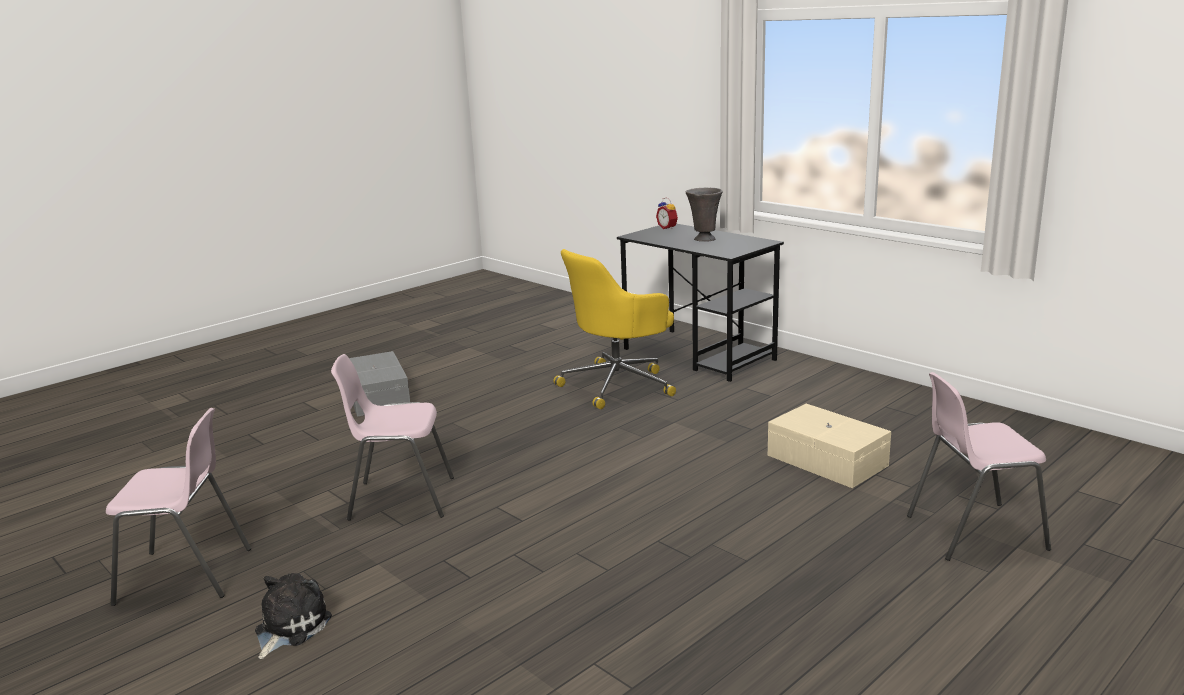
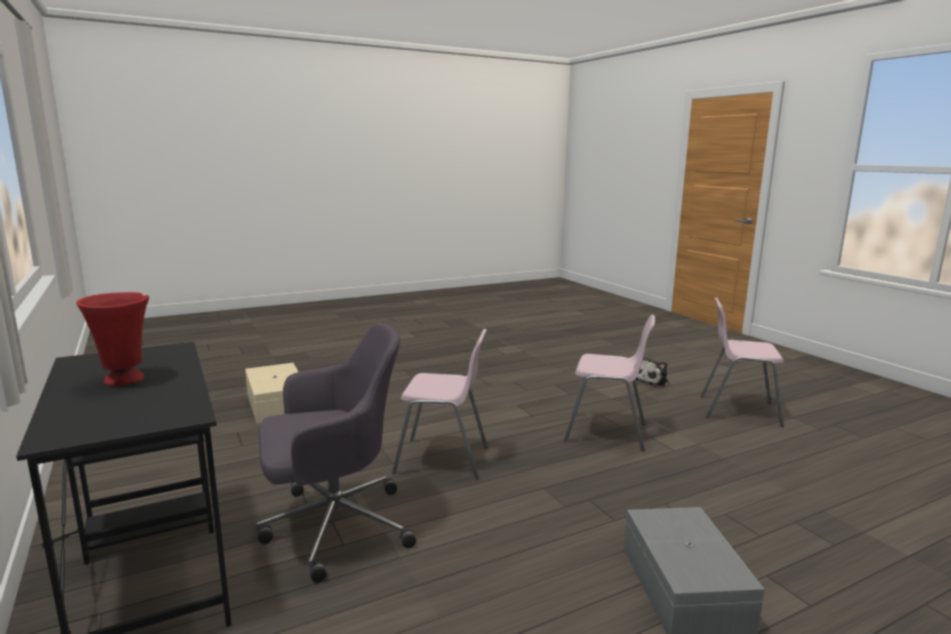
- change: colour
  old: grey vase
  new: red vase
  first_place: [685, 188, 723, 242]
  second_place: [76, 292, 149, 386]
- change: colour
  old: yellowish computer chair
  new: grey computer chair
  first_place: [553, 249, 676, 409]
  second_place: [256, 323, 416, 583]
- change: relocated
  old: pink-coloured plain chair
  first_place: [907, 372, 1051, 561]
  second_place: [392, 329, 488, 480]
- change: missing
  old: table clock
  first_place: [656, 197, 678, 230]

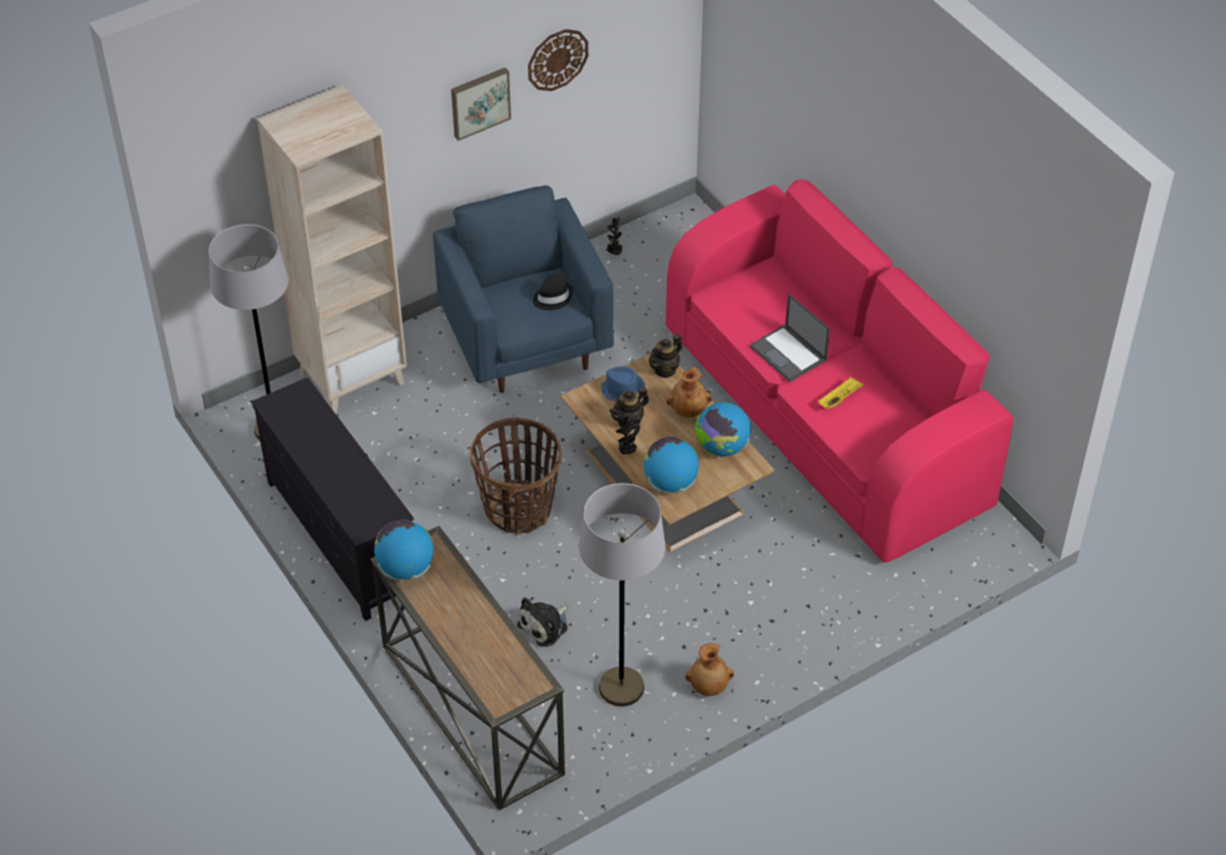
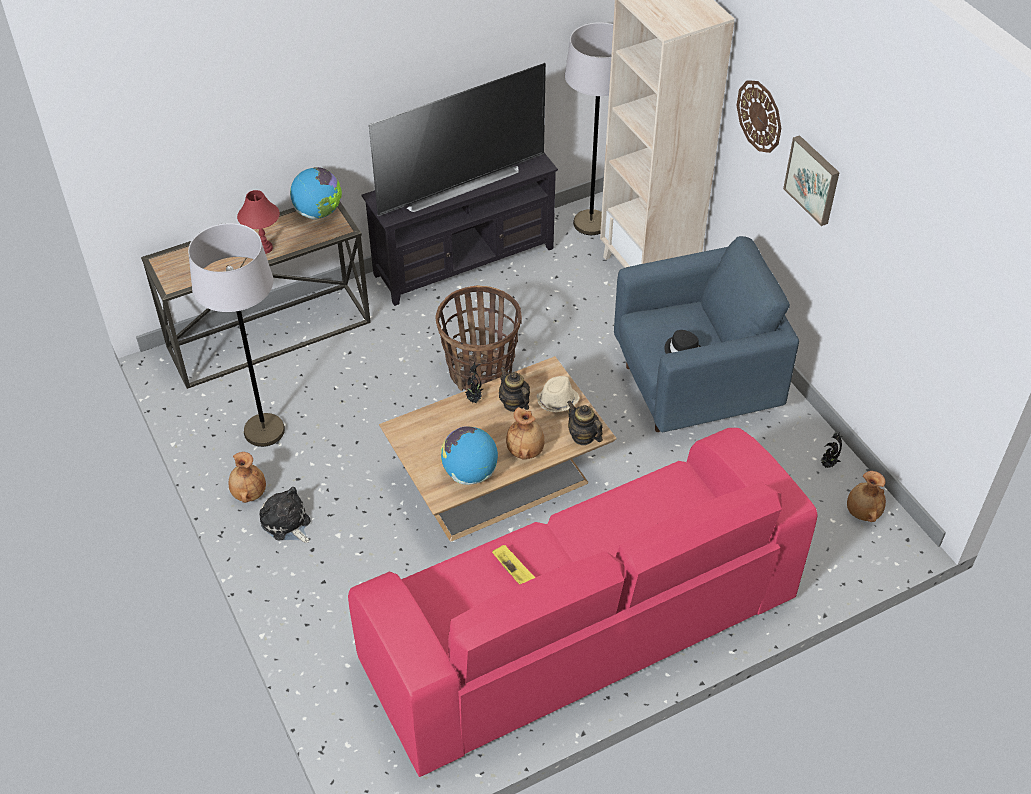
- change: appeared
  new: red tabletop lamp
  second_place: [237, 190, 280, 254]
- change: relocated
  old: cuddly toy
  first_place: [517, 597, 568, 647]
  second_place: [260, 487, 310, 543]
- change: appeared
  new: television
  second_place: [369, 63, 546, 216]
- change: colour
  old: blue clothing hat
  new: sand-coloured clothing hat
  first_place: [602, 366, 645, 401]
  second_place: [536, 376, 580, 412]
- change: relocated
  old: wall clock
  first_place: [528, 29, 588, 91]
  second_place: [737, 80, 781, 153]
- change: appeared
  new: brownish vase
  second_place: [847, 471, 886, 522]
- change: missing
  old: globe
  first_place: [644, 437, 699, 494]
- change: missing
  old: laptop
  first_place: [750, 294, 830, 382]

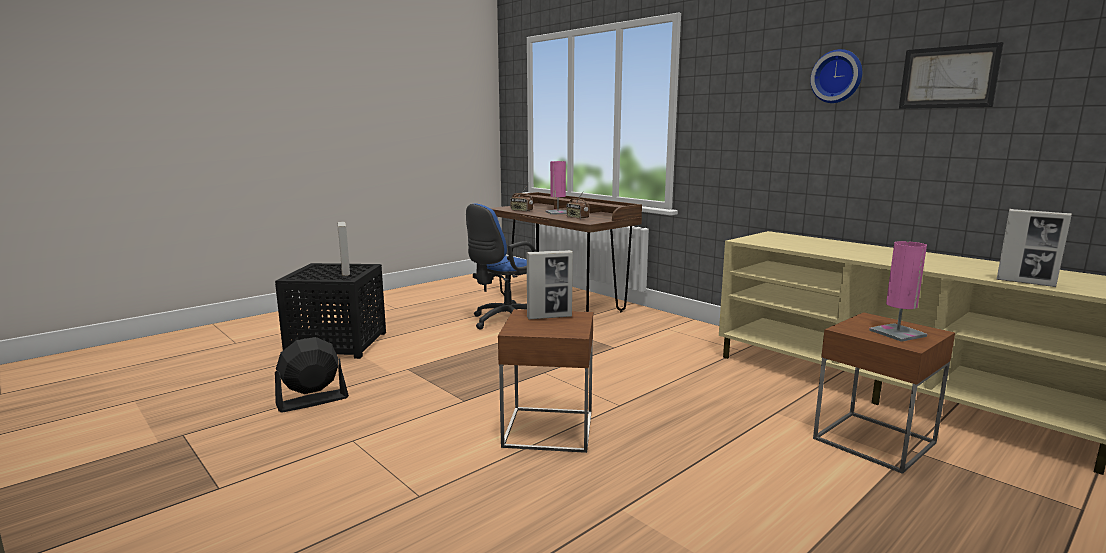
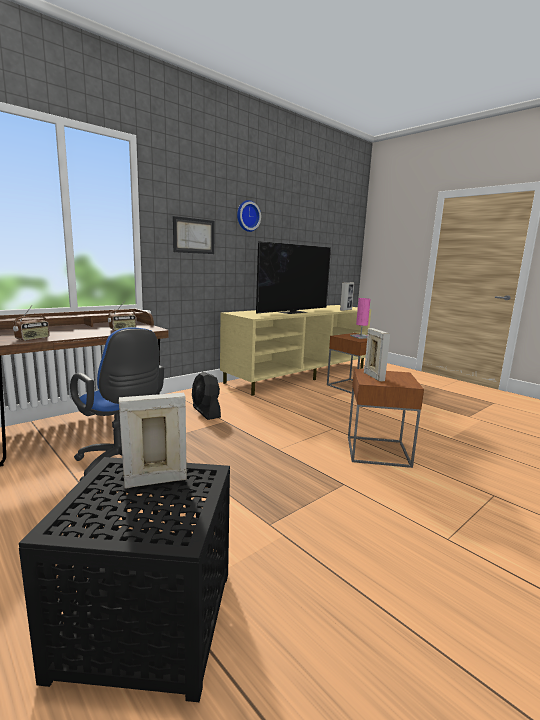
- change: relocated
  old: picture
  first_place: [899, 42, 1003, 109]
  second_place: [173, 216, 214, 254]
- change: relocated
  old: black cooling fan
  first_place: [275, 337, 349, 413]
  second_place: [192, 372, 221, 420]
- change: appeared
  new: television
  second_place: [256, 241, 331, 314]
- change: missing
  old: pink-coloured tabletop lamp
  first_place: [545, 161, 567, 215]

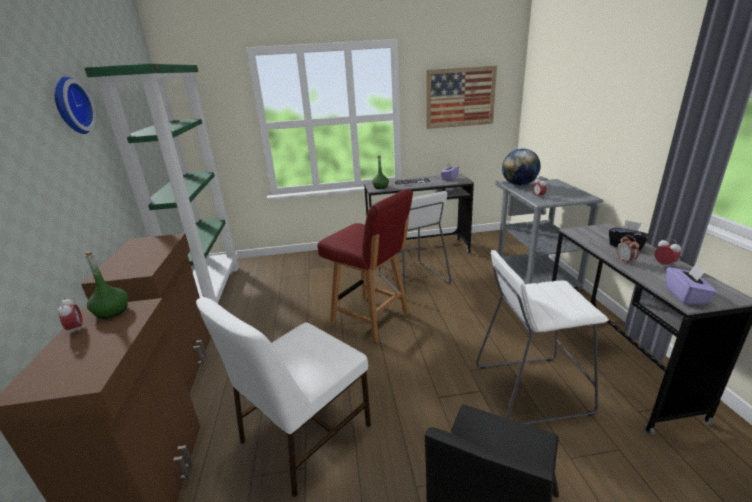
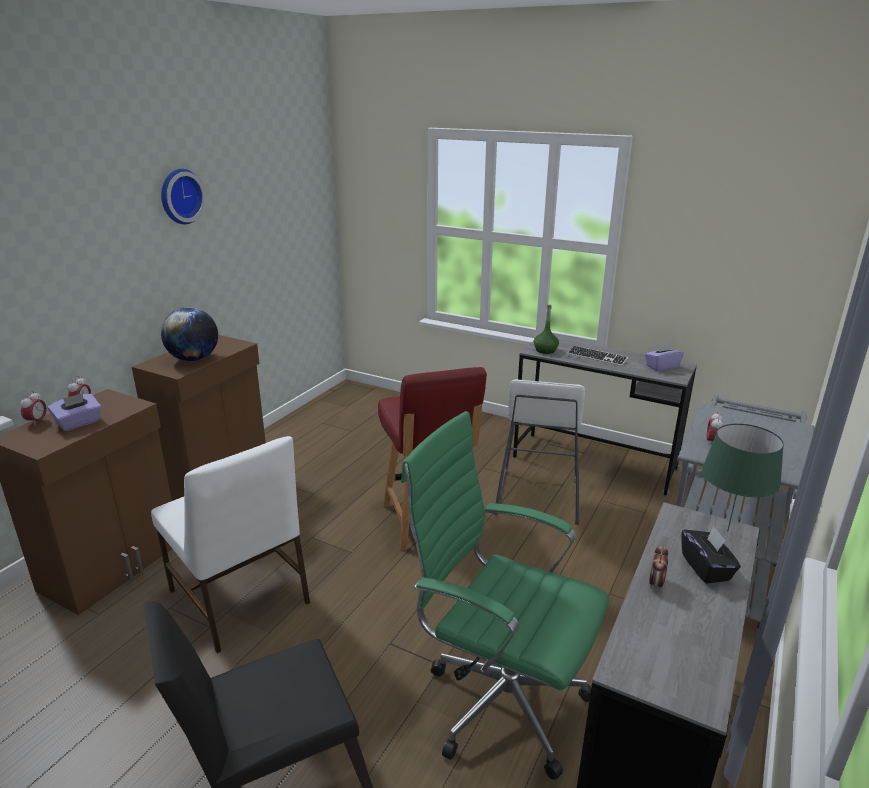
- change: relocated
  old: table clock
  first_place: [654, 238, 681, 267]
  second_place: [20, 391, 47, 426]
- change: relocated
  old: purple-coloured tissue box
  first_place: [666, 264, 717, 305]
  second_place: [47, 393, 101, 431]
- change: spun
  old: white plain chair
  first_place: [196, 297, 371, 498]
  second_place: [151, 436, 310, 653]
  degrees: -120
- change: relocated
  old: globe
  first_place: [502, 149, 541, 186]
  second_place: [161, 307, 218, 361]
- change: exchanged
  old: white sitting stool
  new: green-coloured computer chair
  first_place: [476, 250, 609, 424]
  second_place: [401, 411, 609, 780]
- change: appeared
  new: green-coloured tabletop lamp
  second_place: [702, 423, 784, 531]
- change: missing
  old: green-coloured bookcase
  first_place: [85, 64, 239, 304]
- change: missing
  old: green-coloured bottle
  first_place: [85, 252, 128, 319]
- change: missing
  old: picture
  first_place: [426, 65, 497, 129]

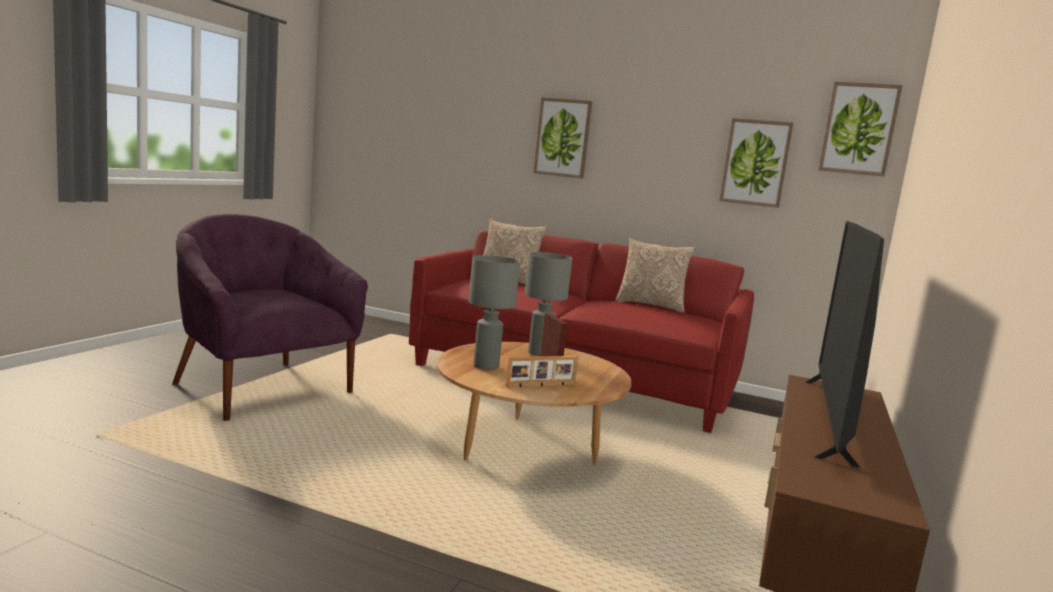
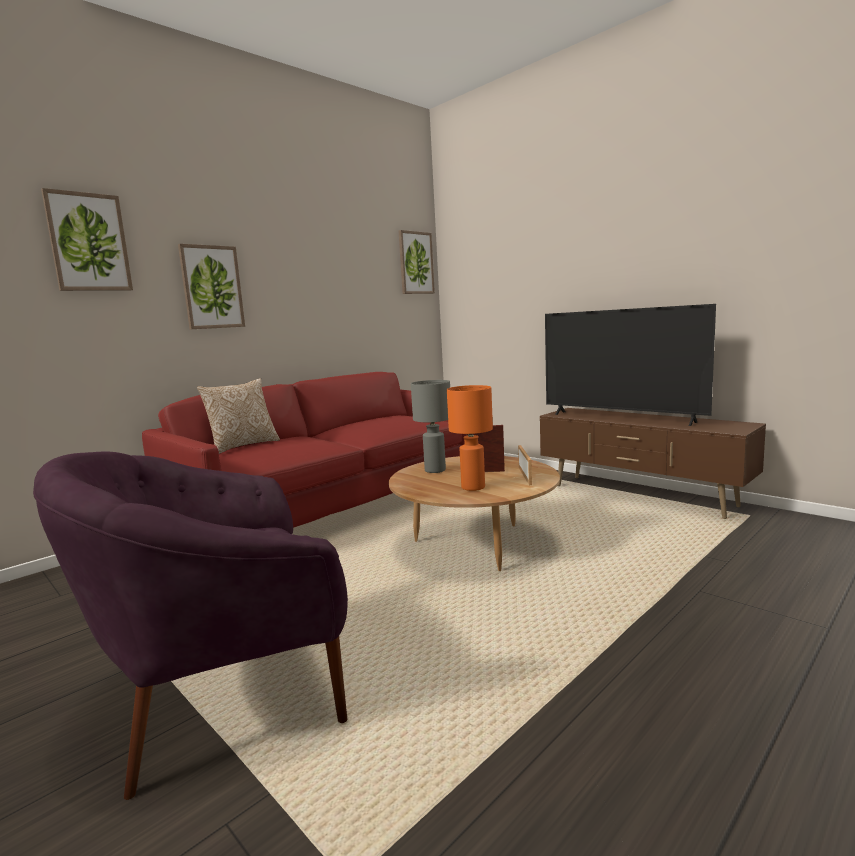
- change: relocated
  old: picture
  first_place: [719, 118, 793, 208]
  second_place: [41, 188, 133, 291]
- change: colour
  old: grey tabletop lamp
  new: orange-coloured tabletop lamp
  first_place: [469, 255, 520, 370]
  second_place: [447, 385, 493, 491]
- change: missing
  old: cushion
  first_place: [615, 238, 696, 313]

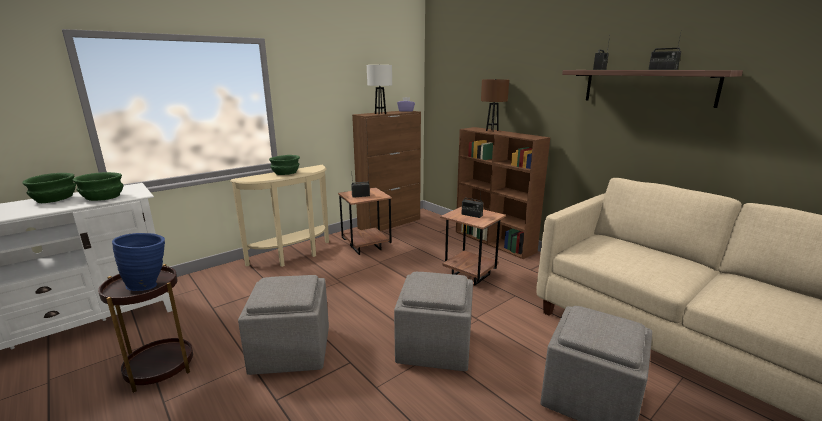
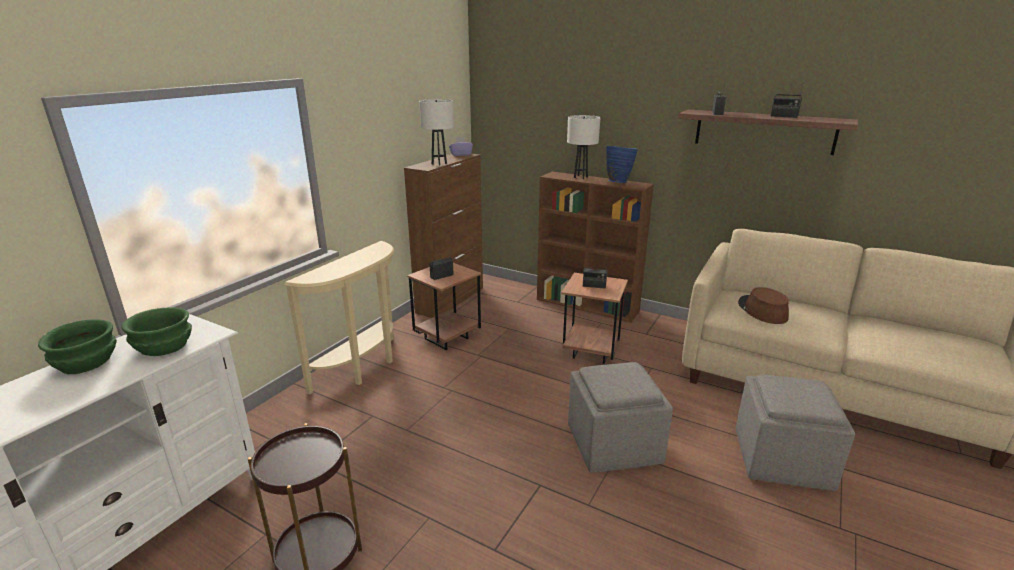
- change: colour
  old: brownish tabletop lamp
  new: white tabletop lamp
  first_place: [481, 79, 509, 132]
  second_place: [567, 115, 600, 179]
- change: relocated
  old: blue vase
  first_place: [112, 233, 165, 291]
  second_place: [606, 146, 638, 183]
- change: appeared
  new: brownish clothing hat
  second_place: [738, 287, 789, 324]
- change: missing
  old: grey footrest
  first_place: [238, 275, 329, 375]
- change: missing
  old: green-coloured serving bowl
  first_place: [269, 155, 300, 175]

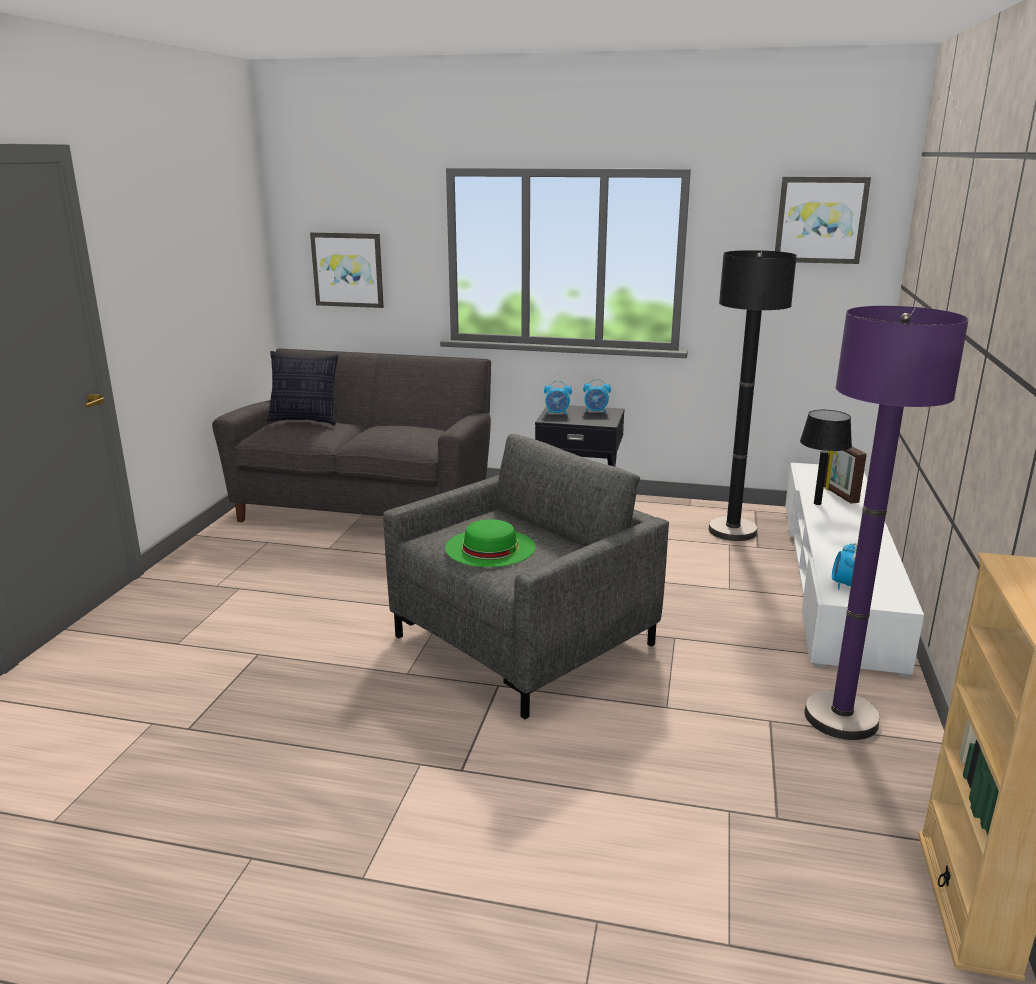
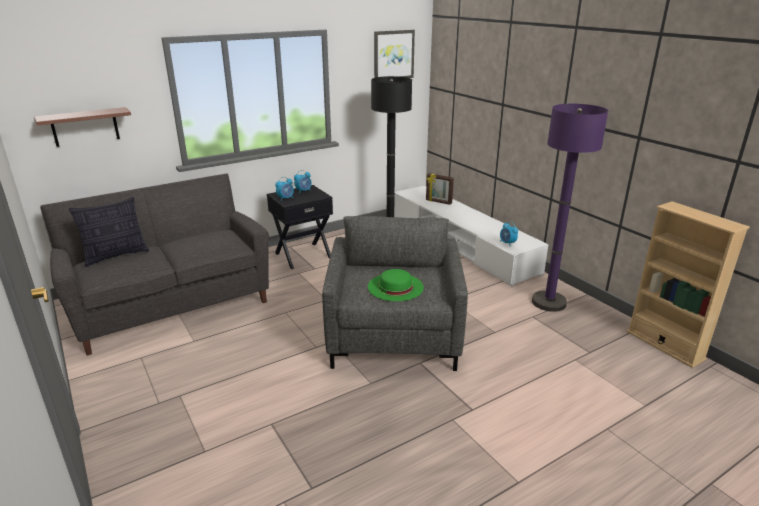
- change: exchanged
  old: picture
  new: shelf
  first_place: [310, 232, 384, 308]
  second_place: [35, 107, 131, 147]
- change: missing
  old: black tabletop lamp
  first_place: [800, 410, 852, 505]

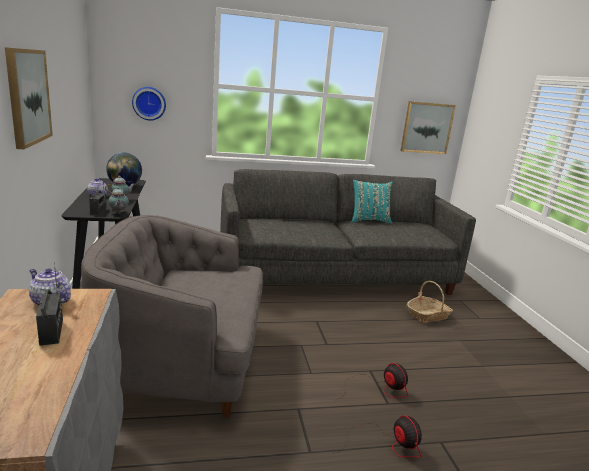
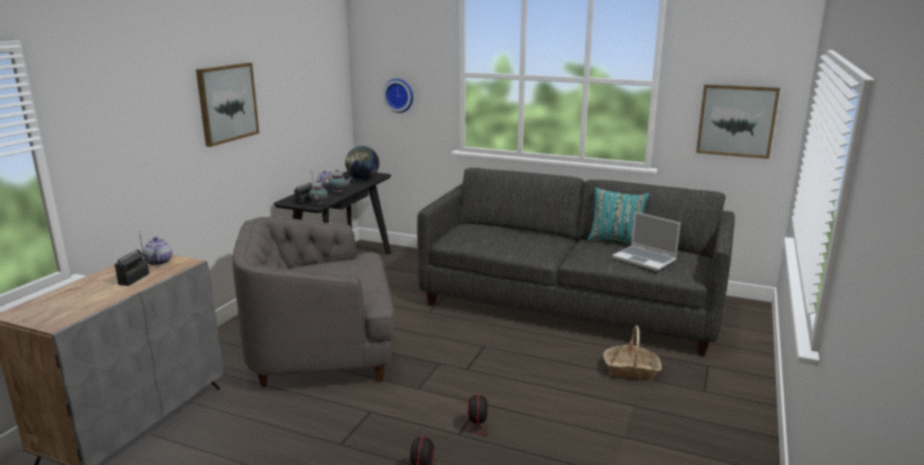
- change: spun
  old: grey easy chair
  first_place: [81, 215, 263, 418]
  second_place: [233, 217, 395, 387]
  degrees: -45
- change: appeared
  new: laptop
  second_place: [612, 212, 681, 271]

